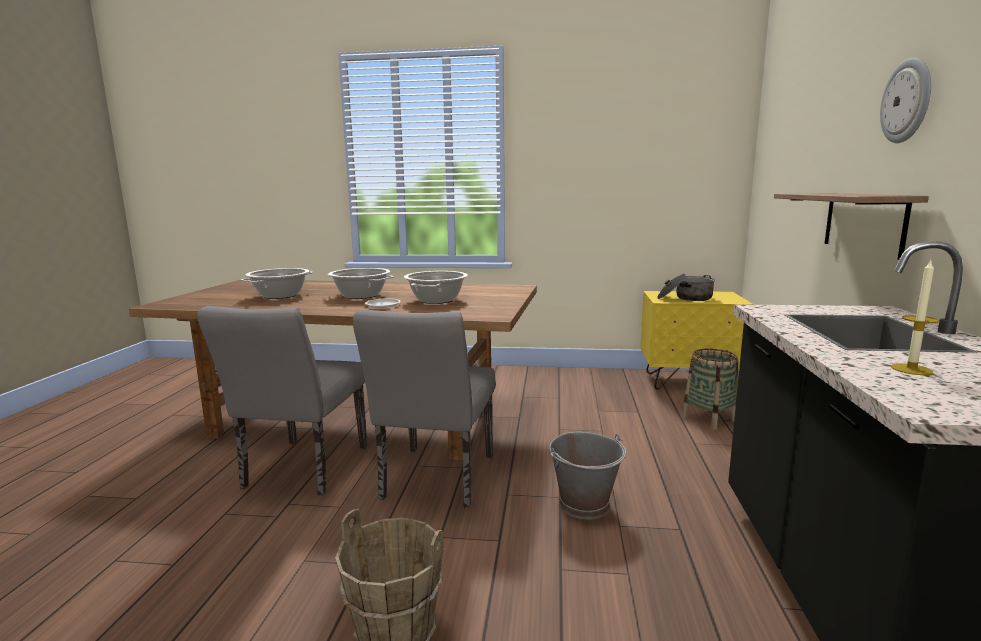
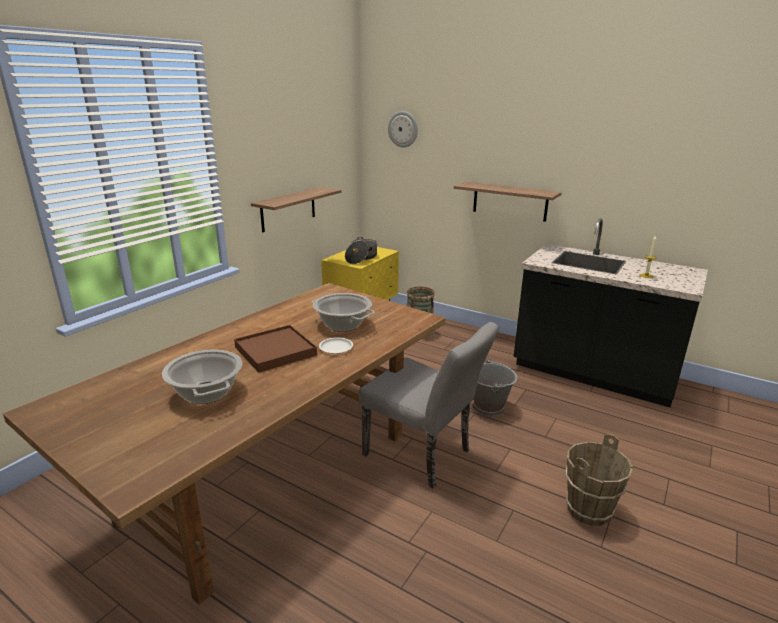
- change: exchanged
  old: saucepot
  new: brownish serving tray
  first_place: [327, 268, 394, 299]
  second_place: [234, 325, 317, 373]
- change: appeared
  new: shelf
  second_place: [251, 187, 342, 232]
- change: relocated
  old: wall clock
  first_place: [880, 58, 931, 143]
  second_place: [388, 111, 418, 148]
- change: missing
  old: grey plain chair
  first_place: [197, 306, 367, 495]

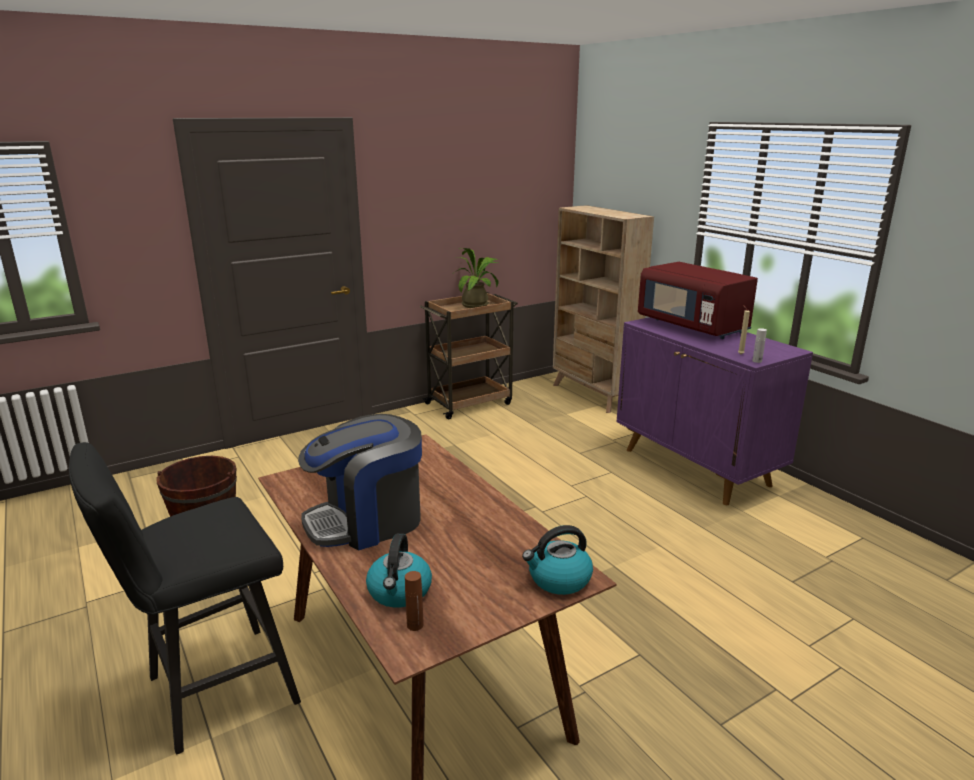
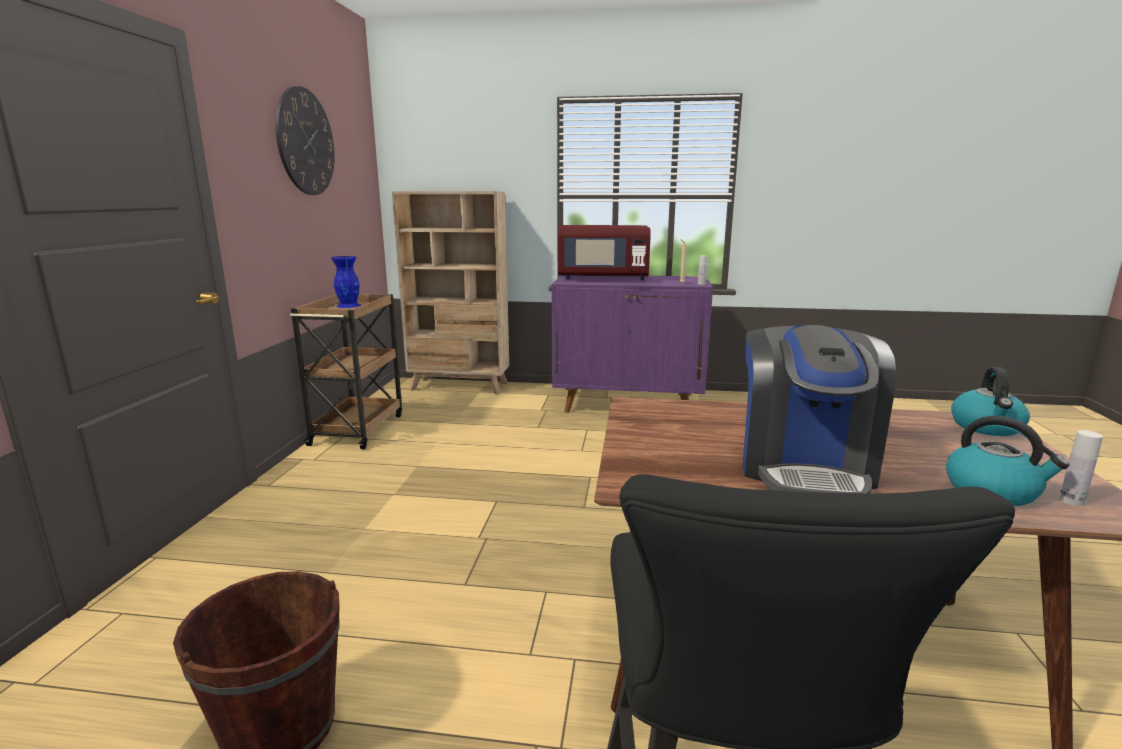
- change: appeared
  new: wall clock
  second_place: [275, 86, 335, 195]
- change: exchanged
  old: houseplant
  new: blue vase
  first_place: [455, 248, 499, 308]
  second_place: [331, 256, 361, 308]
- change: colour
  old: brownish bottle
  new: white bottle
  first_place: [405, 571, 424, 631]
  second_place: [1059, 430, 1103, 506]

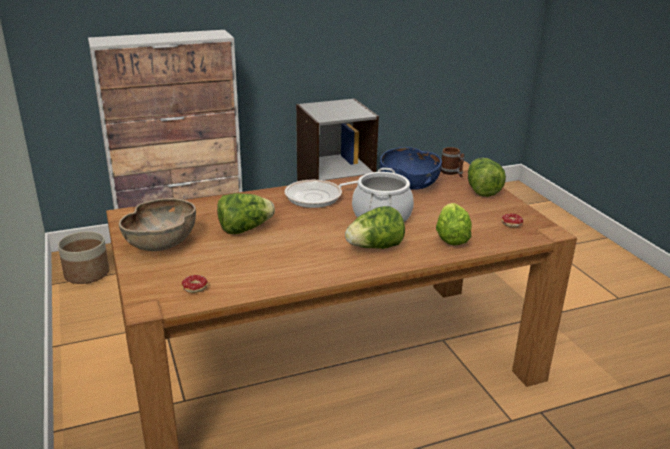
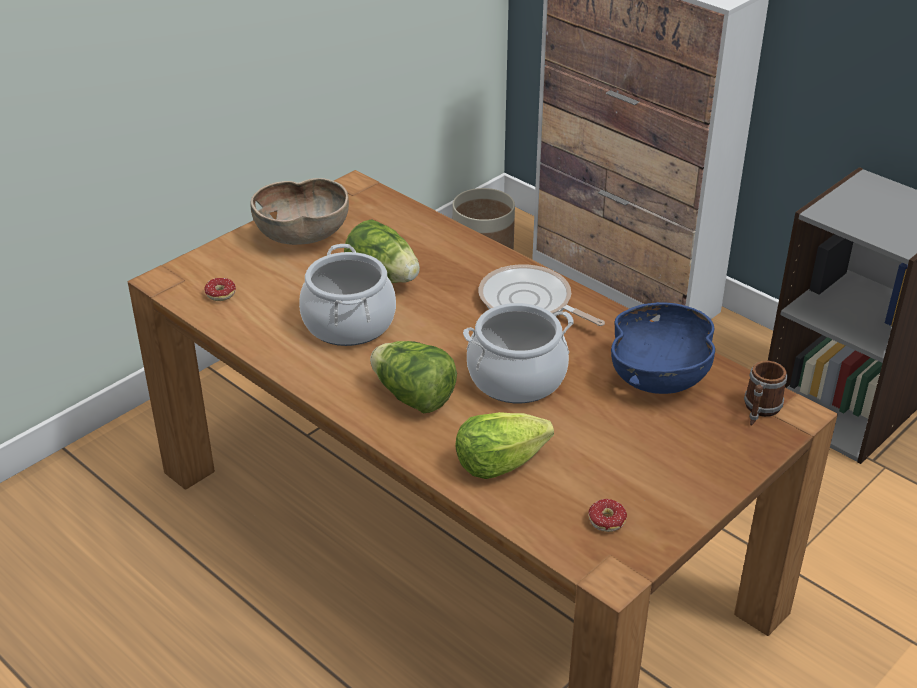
- change: appeared
  new: saucepot
  second_place: [299, 244, 396, 346]
- change: missing
  old: head of lettuce
  first_place: [468, 158, 506, 197]

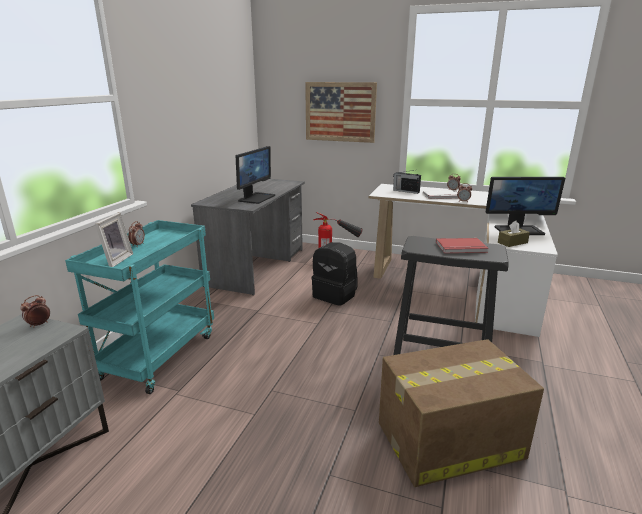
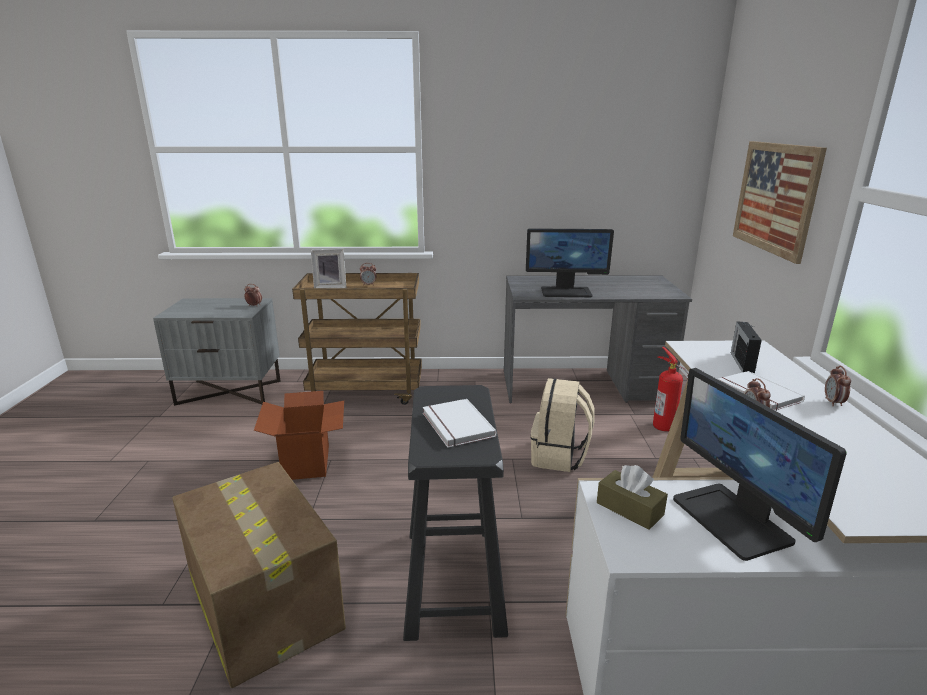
- change: appeared
  new: carton
  second_place: [254, 391, 344, 480]
- change: colour
  old: turquoise wheeled cart
  new: brownish wheeled cart
  first_place: [65, 220, 214, 394]
  second_place: [292, 273, 422, 405]
- change: colour
  old: red volume
  new: white volume
  first_place: [436, 238, 489, 253]
  second_place: [423, 399, 497, 448]
- change: colour
  old: black knapsack
  new: sand-coloured knapsack
  first_place: [312, 242, 358, 306]
  second_place: [531, 378, 595, 472]

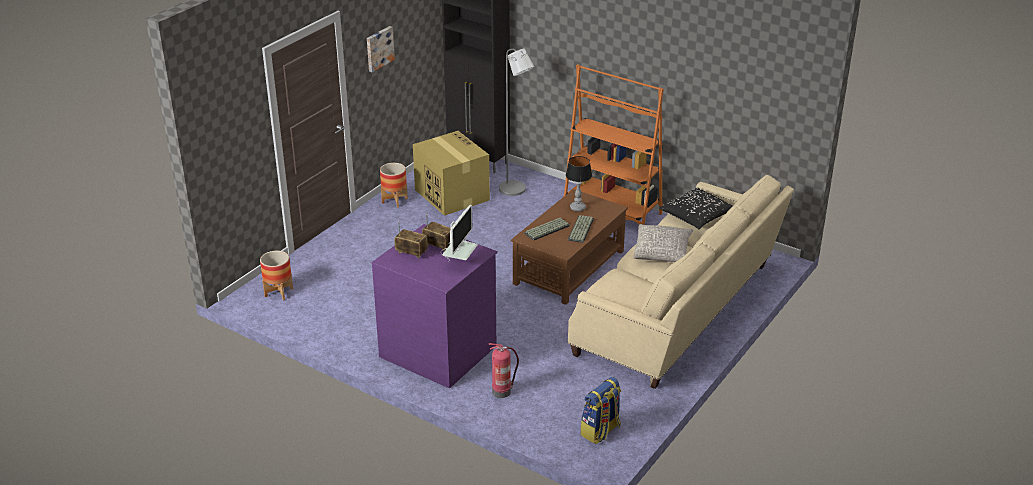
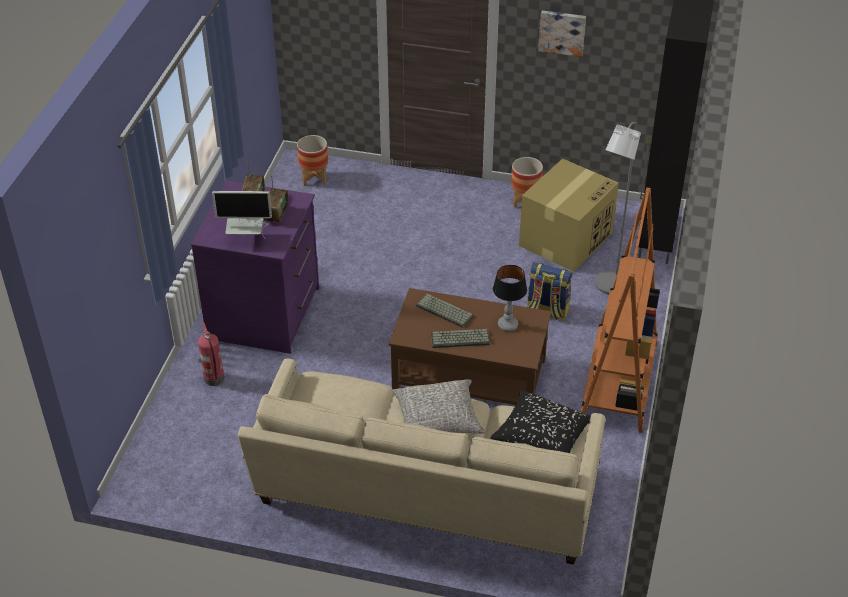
- change: relocated
  old: knapsack
  first_place: [580, 377, 621, 444]
  second_place: [527, 262, 573, 321]

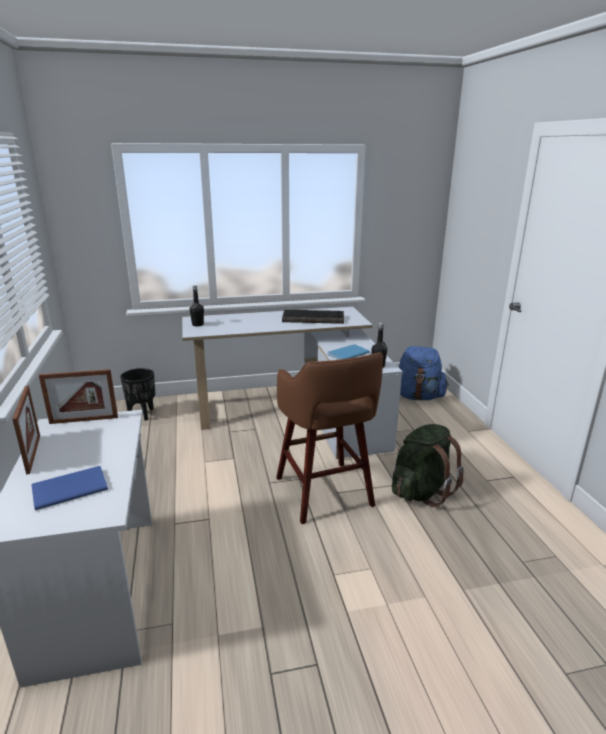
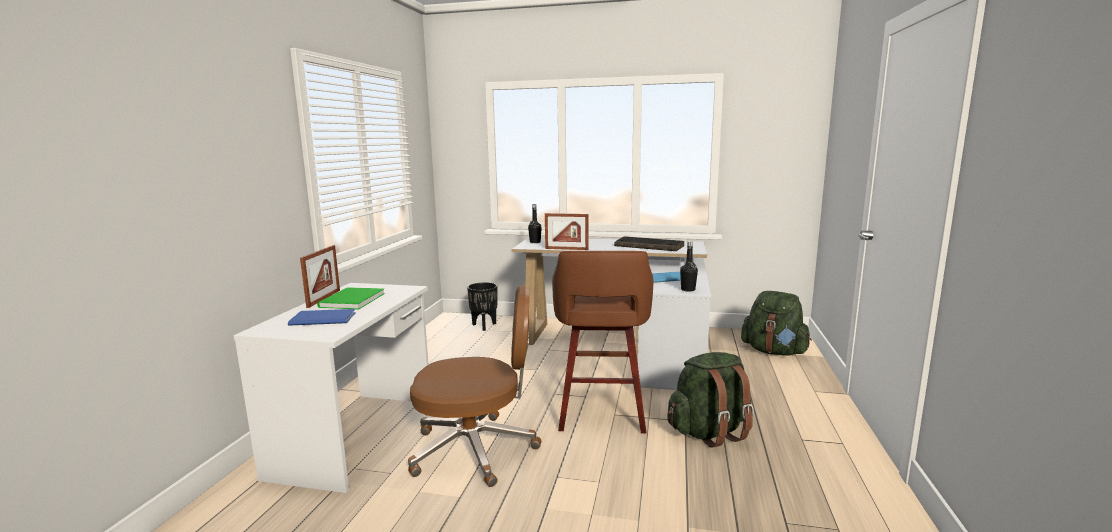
- change: appeared
  new: green-coloured volume
  second_place: [317, 287, 385, 309]
- change: appeared
  new: brownish computer chair
  second_place: [408, 285, 541, 487]
- change: relocated
  old: photo frame
  first_place: [39, 369, 118, 424]
  second_place: [545, 213, 588, 250]
- change: colour
  old: blue knapsack
  new: green-coloured knapsack
  first_place: [399, 346, 449, 400]
  second_place: [741, 291, 812, 356]

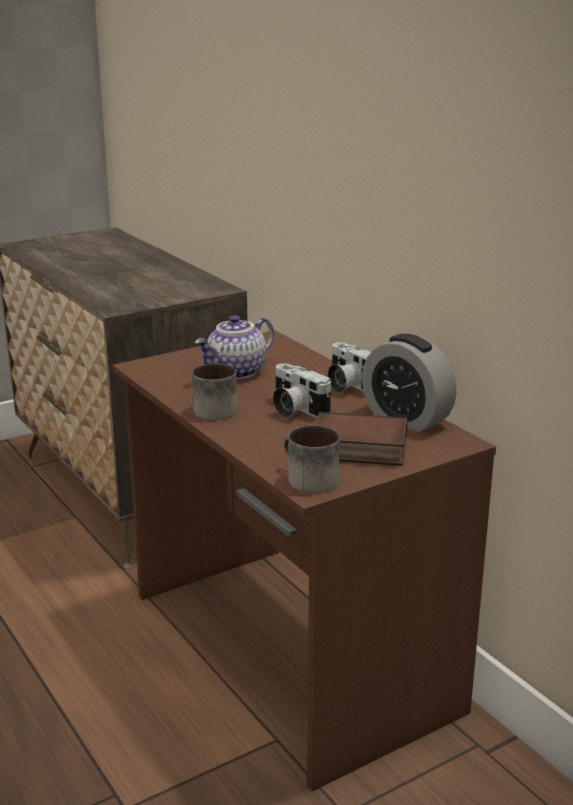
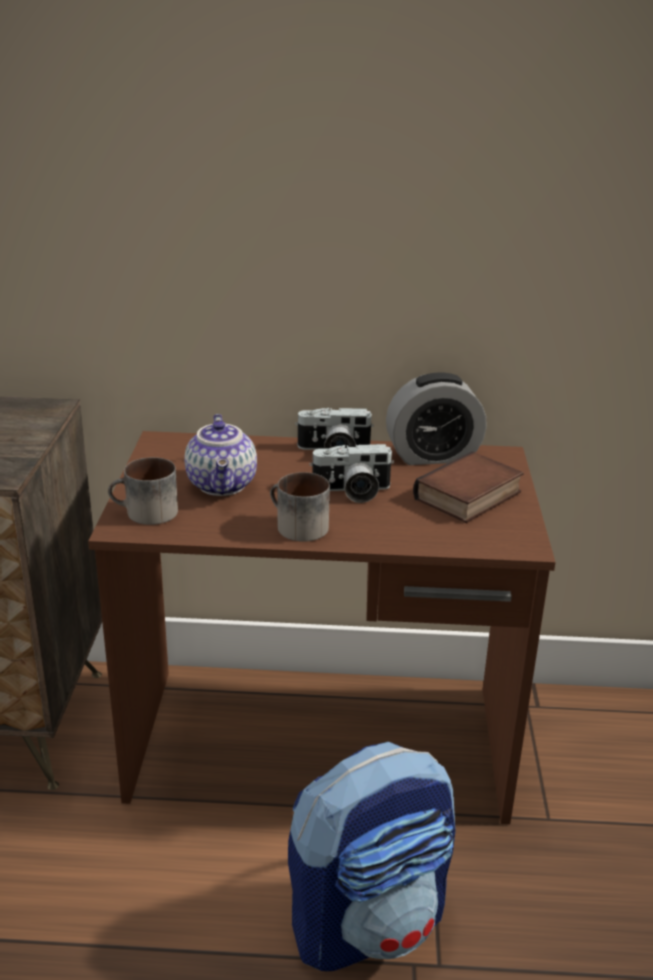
- change: relocated
  old: mug
  first_place: [284, 425, 340, 493]
  second_place: [108, 457, 178, 525]
- change: appeared
  new: knapsack
  second_place: [288, 742, 456, 971]

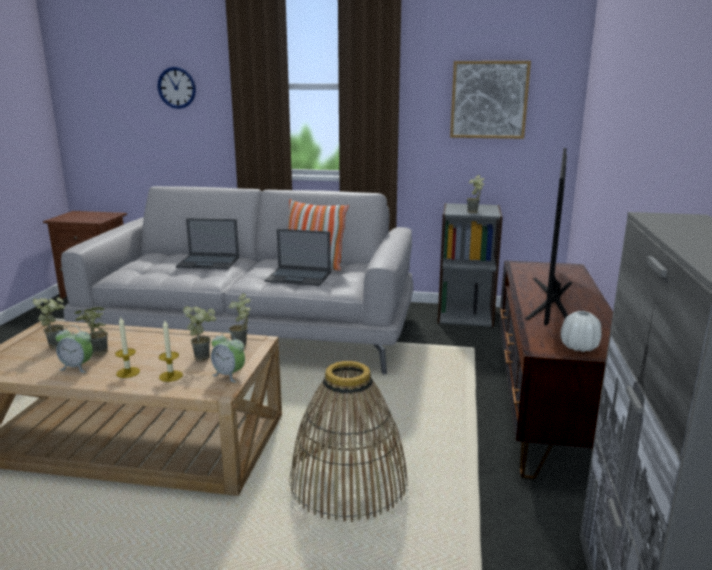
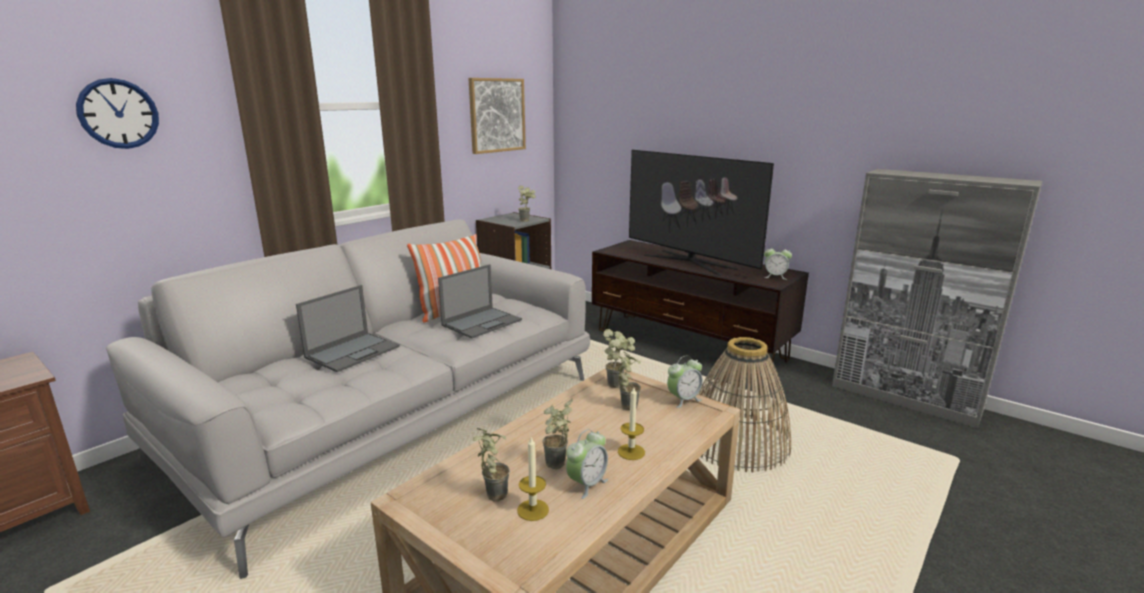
- change: relocated
  old: candle
  first_place: [159, 320, 183, 382]
  second_place: [517, 437, 549, 521]
- change: exchanged
  old: white vase
  new: table clock
  first_place: [561, 311, 601, 352]
  second_place: [764, 248, 792, 280]

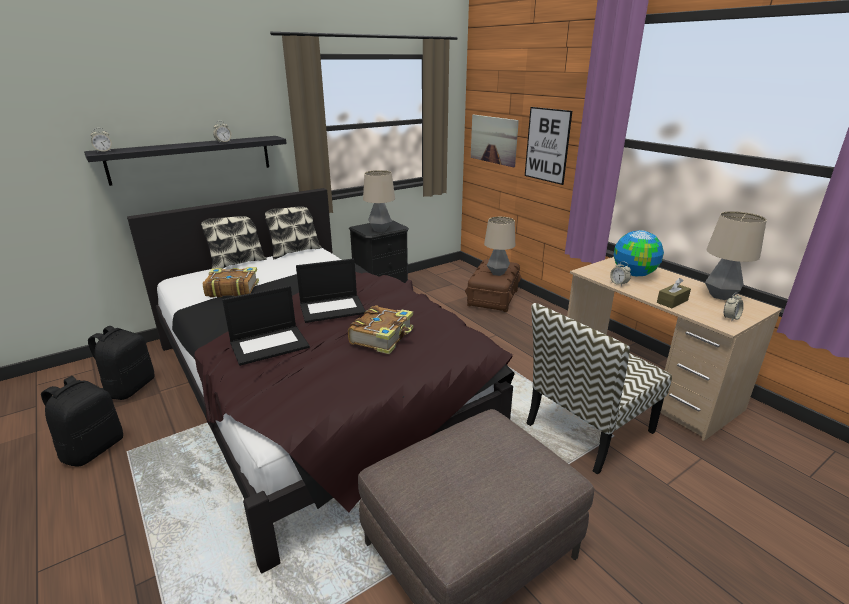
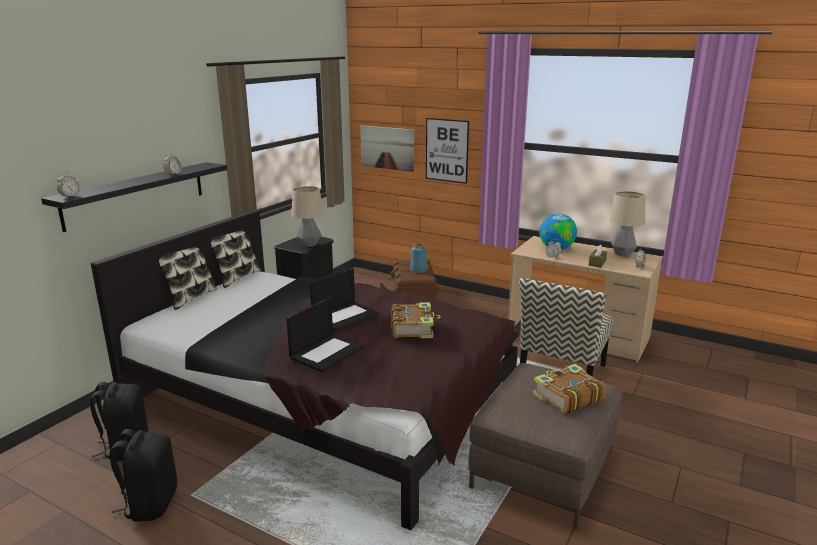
- change: exchanged
  old: tabletop lamp
  new: blue vase
  first_place: [484, 217, 515, 276]
  second_place: [410, 243, 427, 273]
- change: relocated
  old: volume
  first_place: [203, 267, 259, 297]
  second_place: [533, 364, 606, 413]

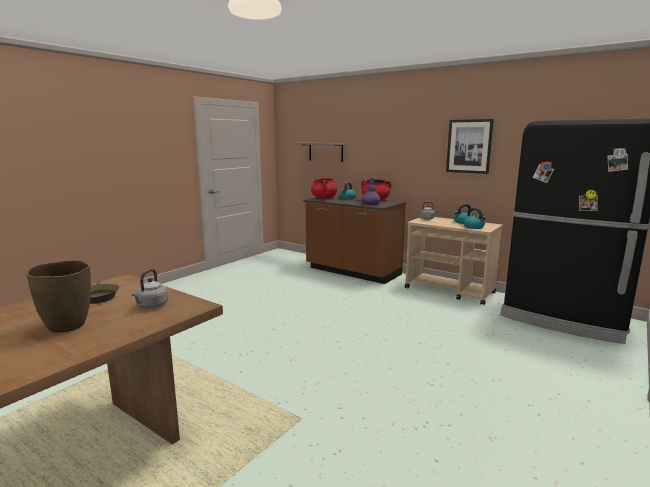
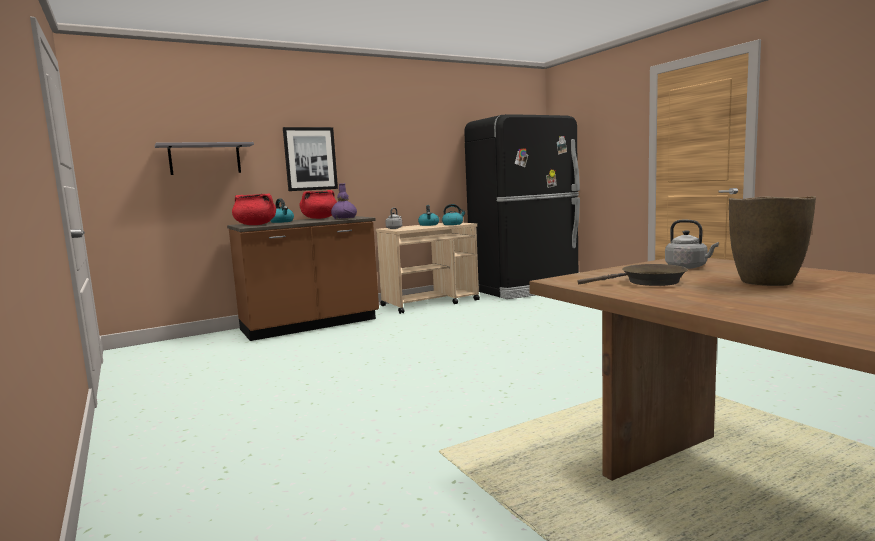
- change: relocated
  old: picture
  first_place: [446, 119, 494, 174]
  second_place: [283, 127, 338, 191]

